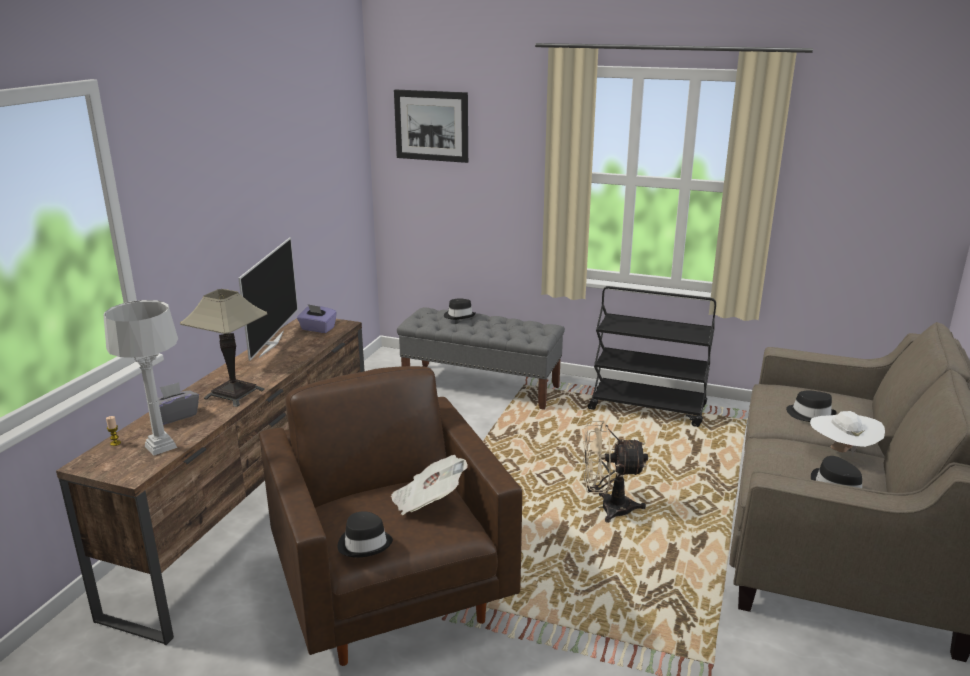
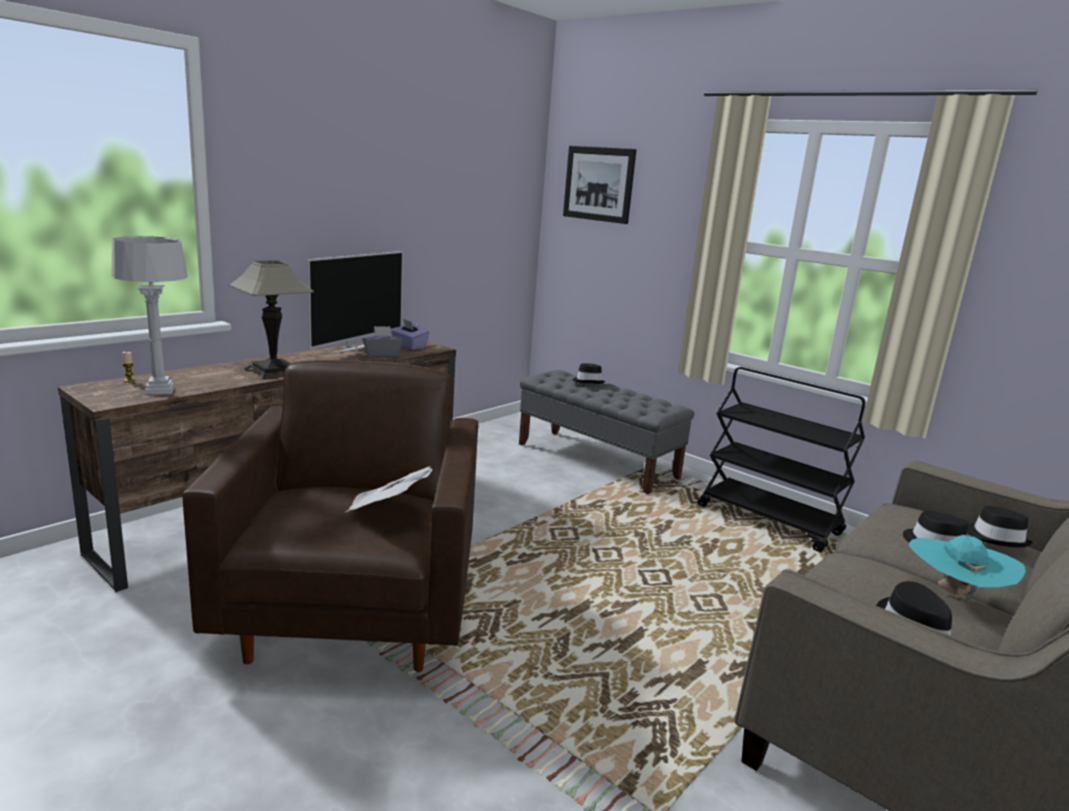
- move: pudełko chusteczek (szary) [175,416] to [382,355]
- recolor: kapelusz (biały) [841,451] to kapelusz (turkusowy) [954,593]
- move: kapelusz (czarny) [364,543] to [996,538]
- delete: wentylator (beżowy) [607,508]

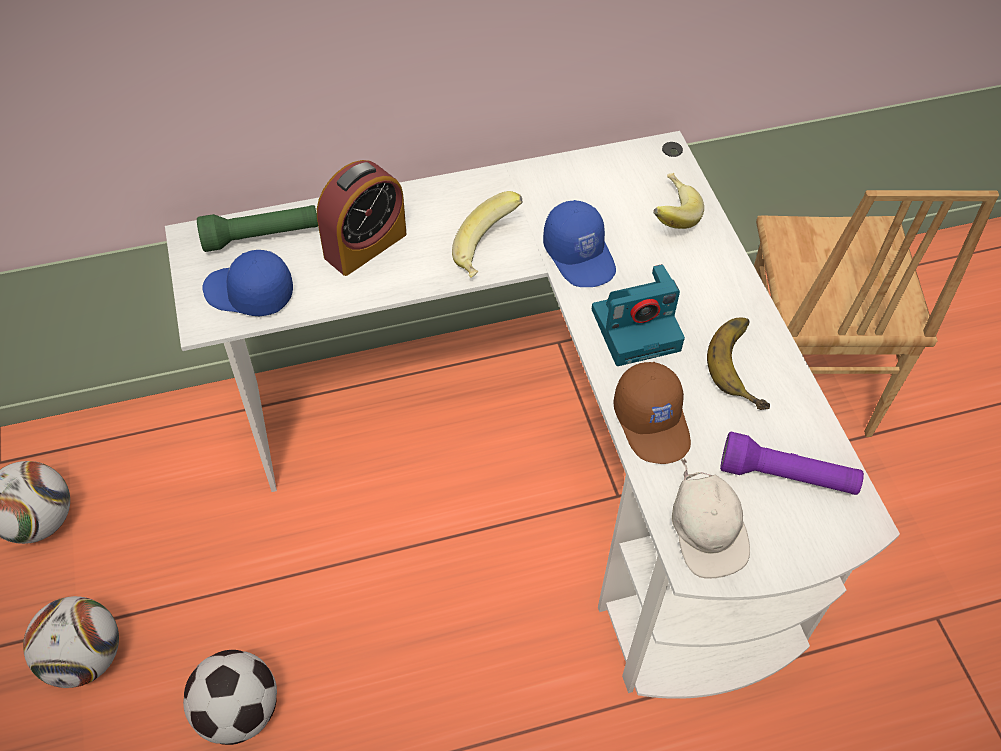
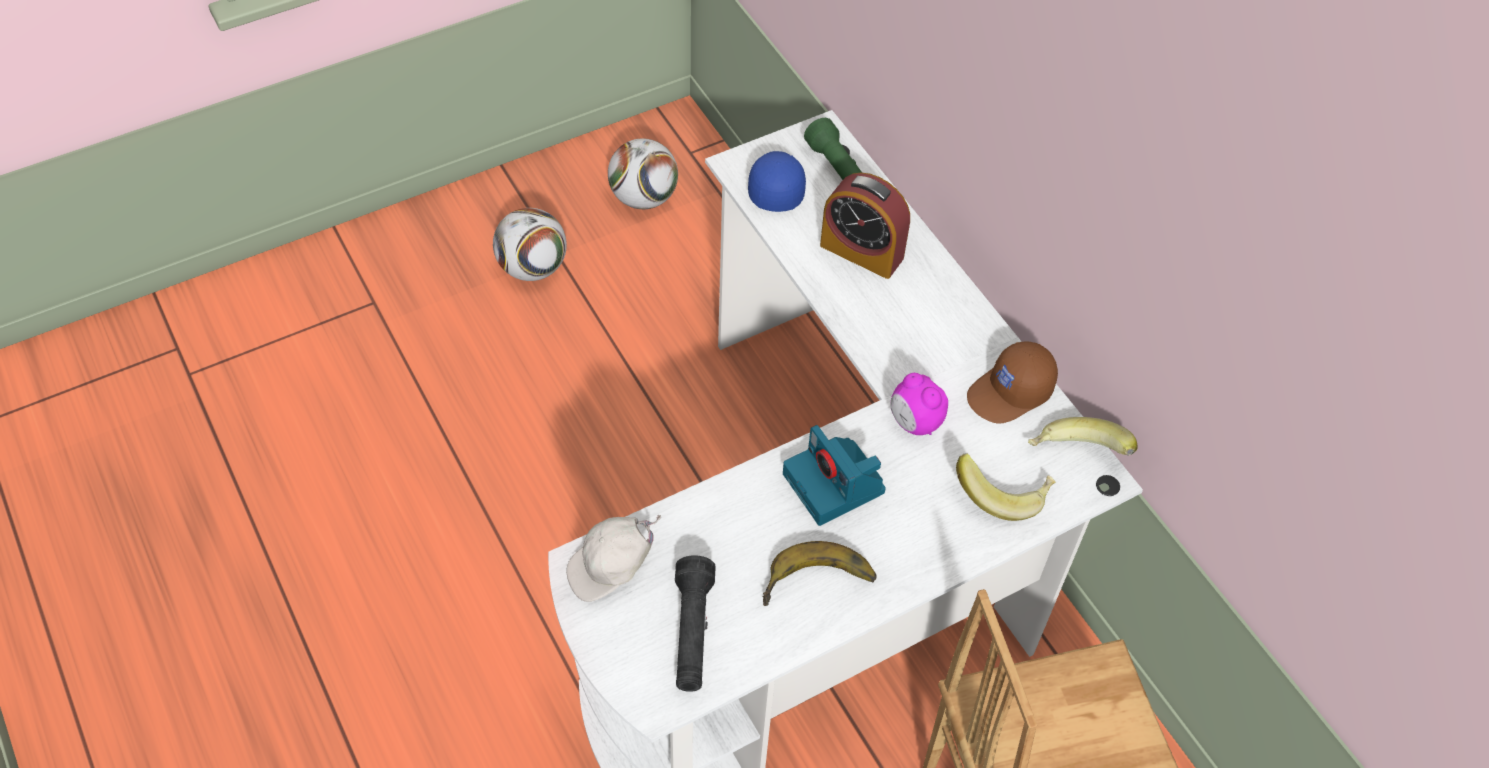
- recolor: latarka (fioletowy) [787,477] to latarka (czarny) [692,633]
- replace: czapka z daszkiem (niebieski) [580,255] to budzik [914,422]
- move: czapka z daszkiem (brązowy) [653,422] to [1010,393]
- move: banan [488,252] to [1076,456]
- delete: piłka futbolowa [238,711]

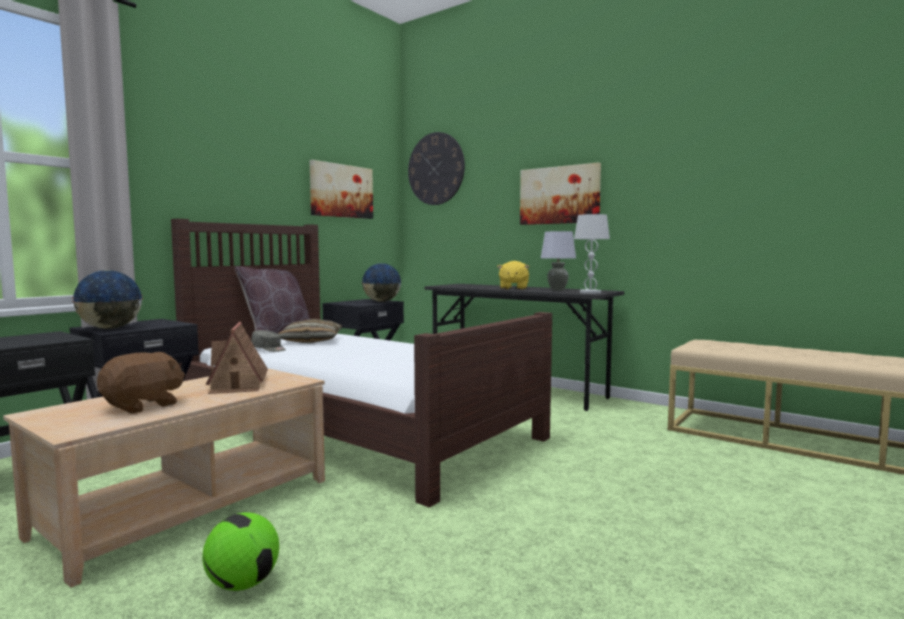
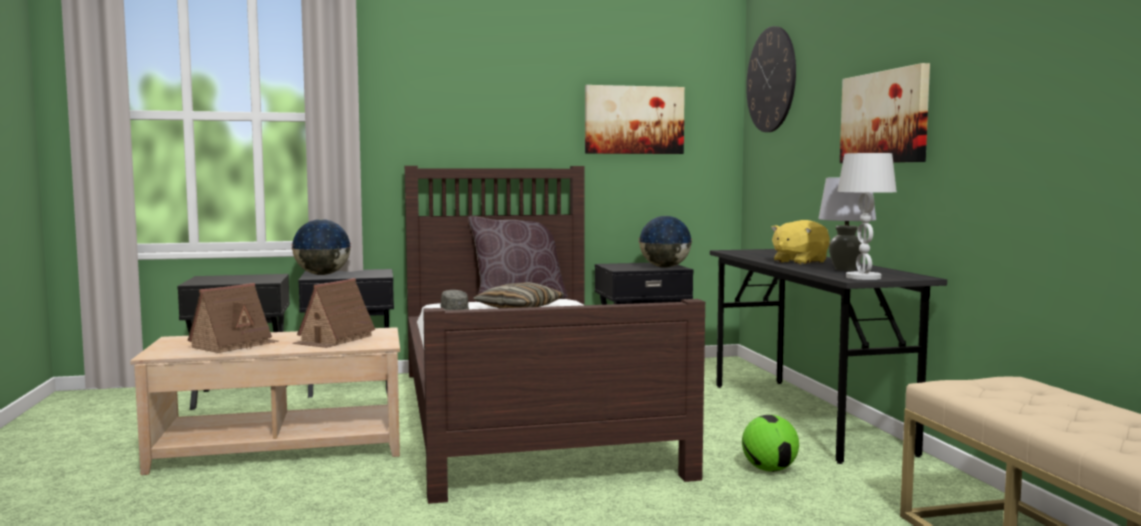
- replace: pluszak (brązowy) [143,406] to domek [234,345]
- move: piłka futbolowa [243,584] to [769,469]

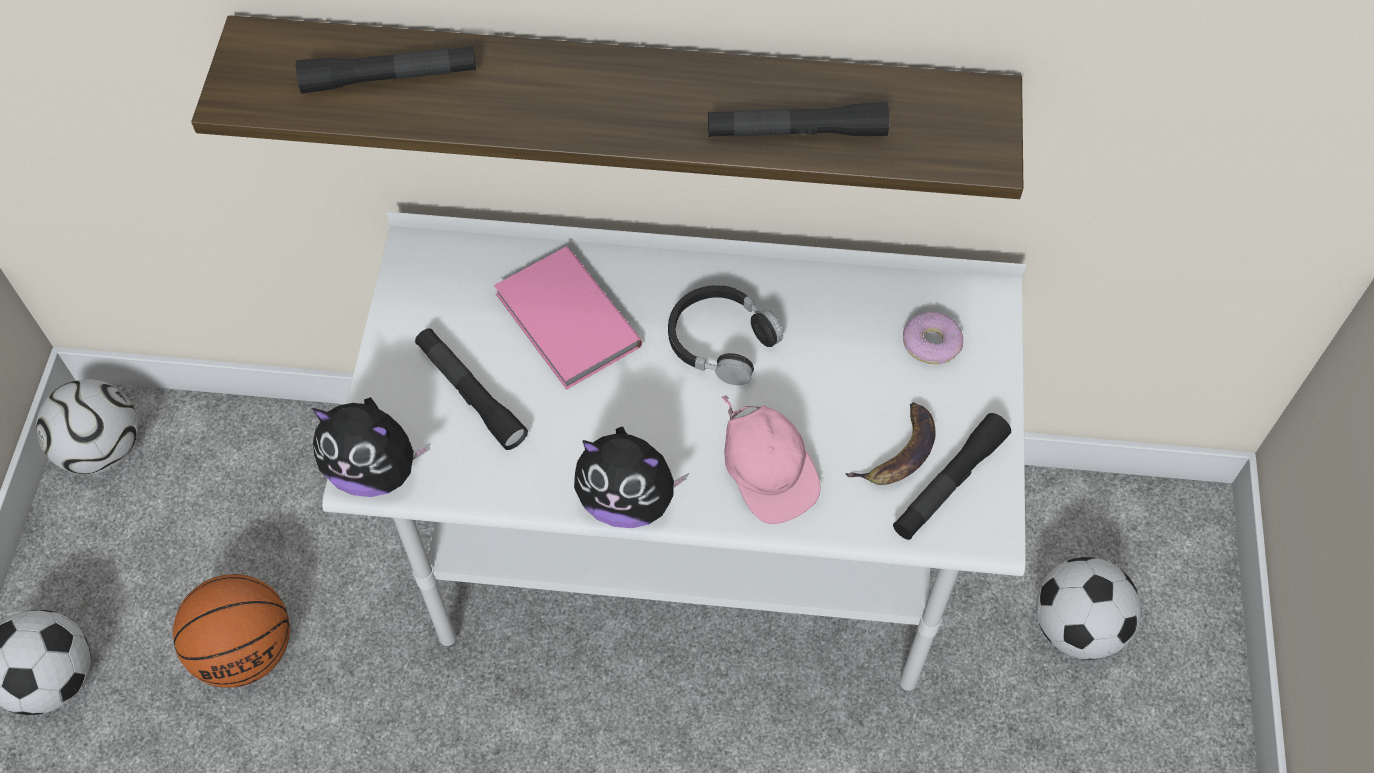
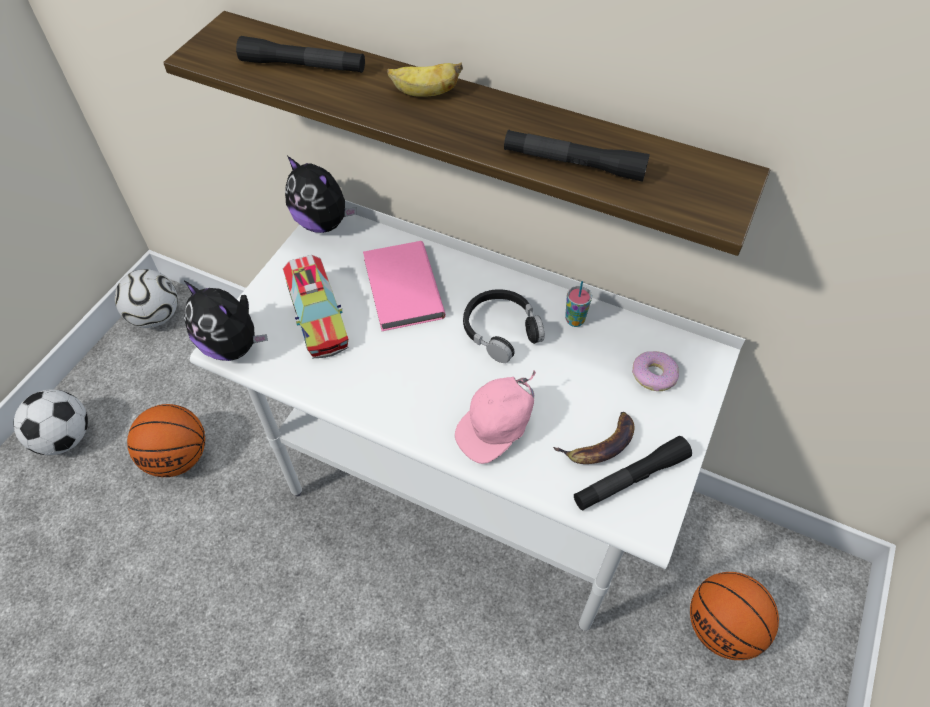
- replace: latarka (czarny) [470,394] to ciężarówka zabawkowa [317,316]
- move: pluszak [627,500] to [323,222]
- insert: banan [424,93]
- rotate: czapka z daszkiem (różowy) [768,473] = [496,429] 60 degrees clockwise
- insert: filiżanka [574,320]
- replace: piłka futbolowa [1077,627] to piłka do koszykówki [722,627]

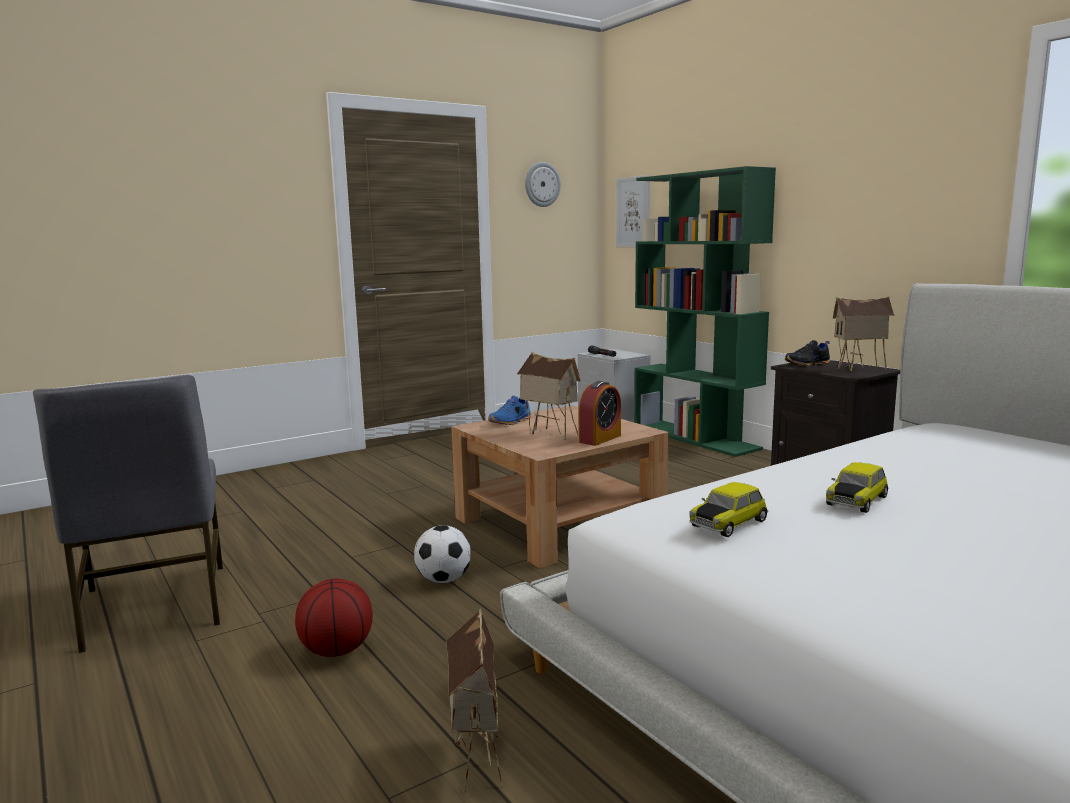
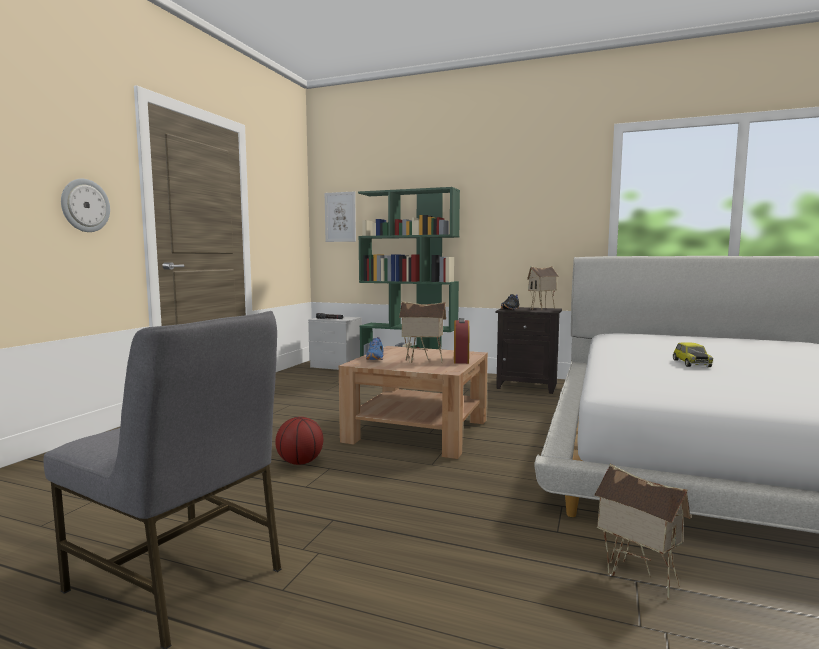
- move: zegar ścienny [542,184] to [85,205]
- move: piłka do koszykówki [337,650] to [300,462]
- delete: piłka futbolowa [443,580]
- delete: samochodzik [728,523]

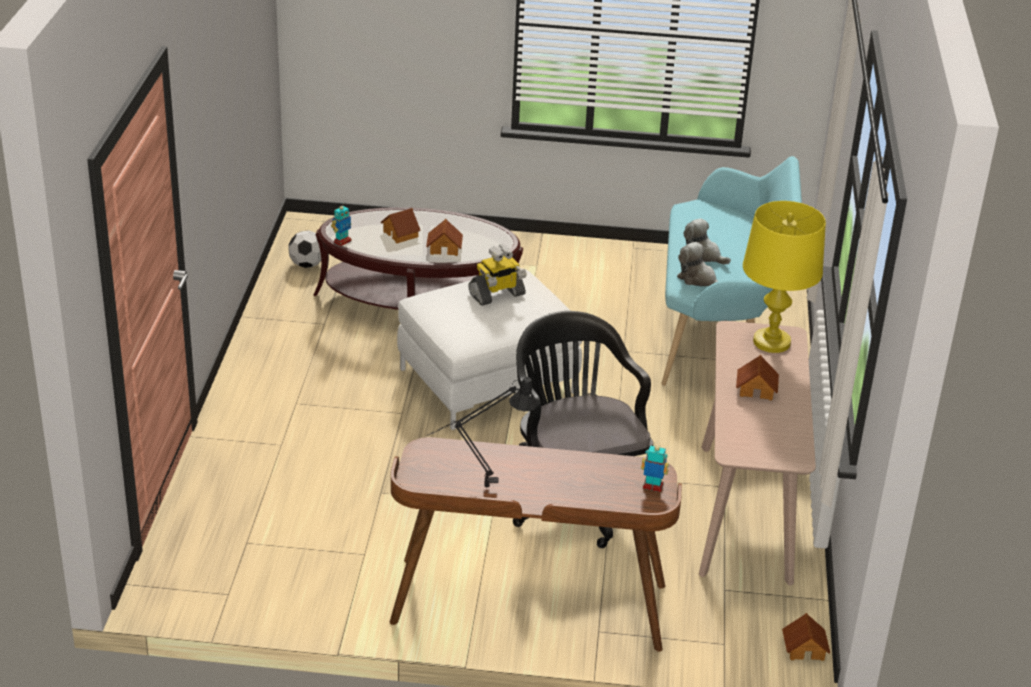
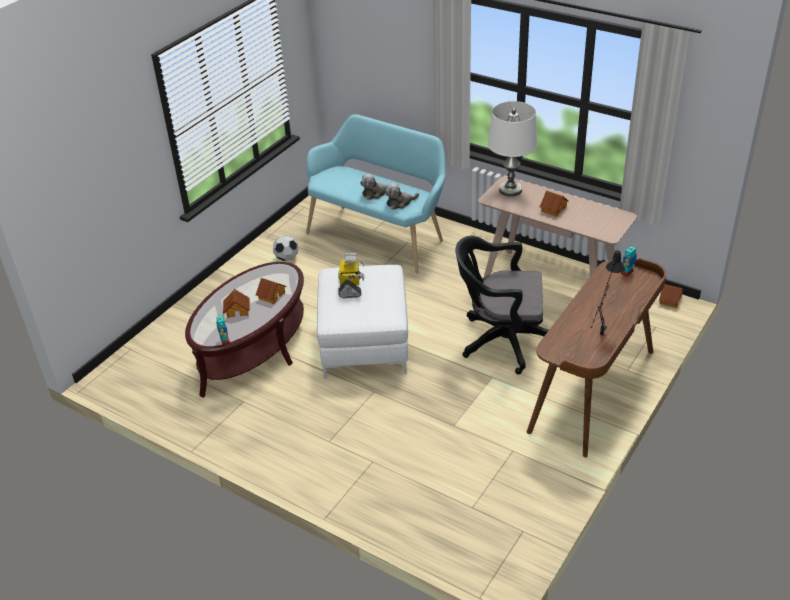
- move: piłka futbolowa [307,264] to [286,258]
- recolor: lampa stołowa (żółty) [771,342] to lampa stołowa (biały) [510,190]

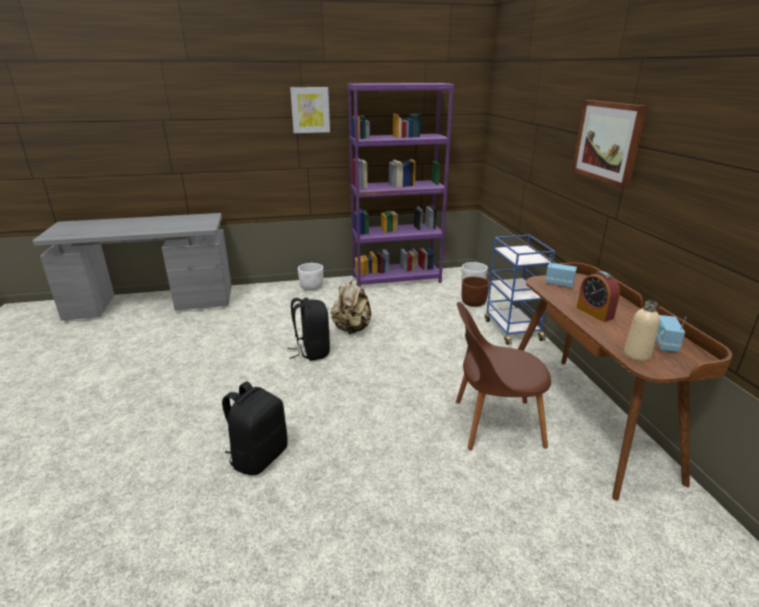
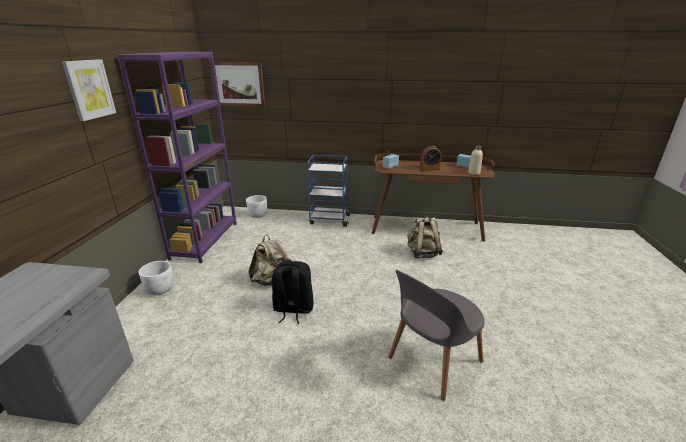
- move: obraz [607,142] to [239,84]
- replace: plecak (czarny) [259,456] to krzesło (szary) [432,361]
- replace: krzesło (brązowy) [493,423] to plecak (beżowy) [422,253]
- delete: donica (brązowy) [473,303]

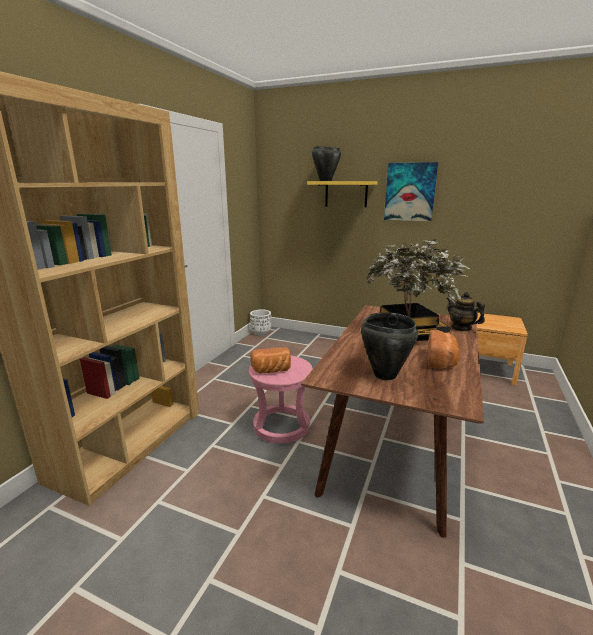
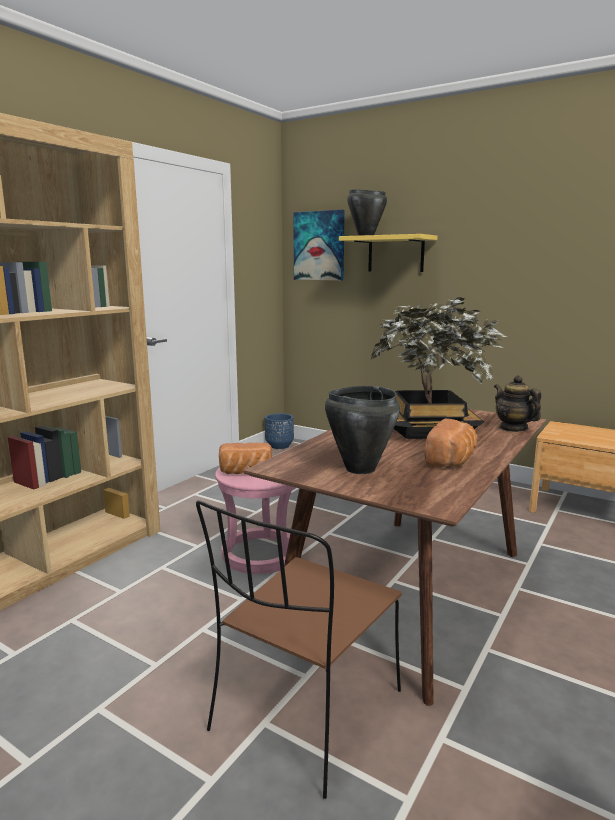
- insert: krzesło (brązowy) [305,713]
- recolor: donica (biały) [261,333] to donica (niebieski) [279,446]
- move: obraz [410,192] to [319,246]

